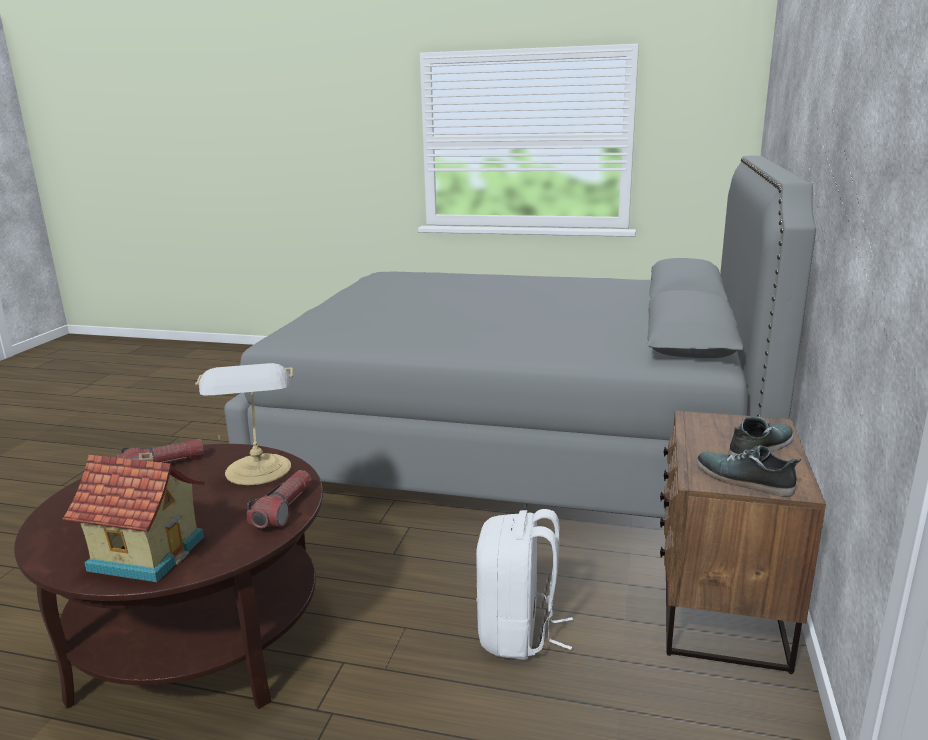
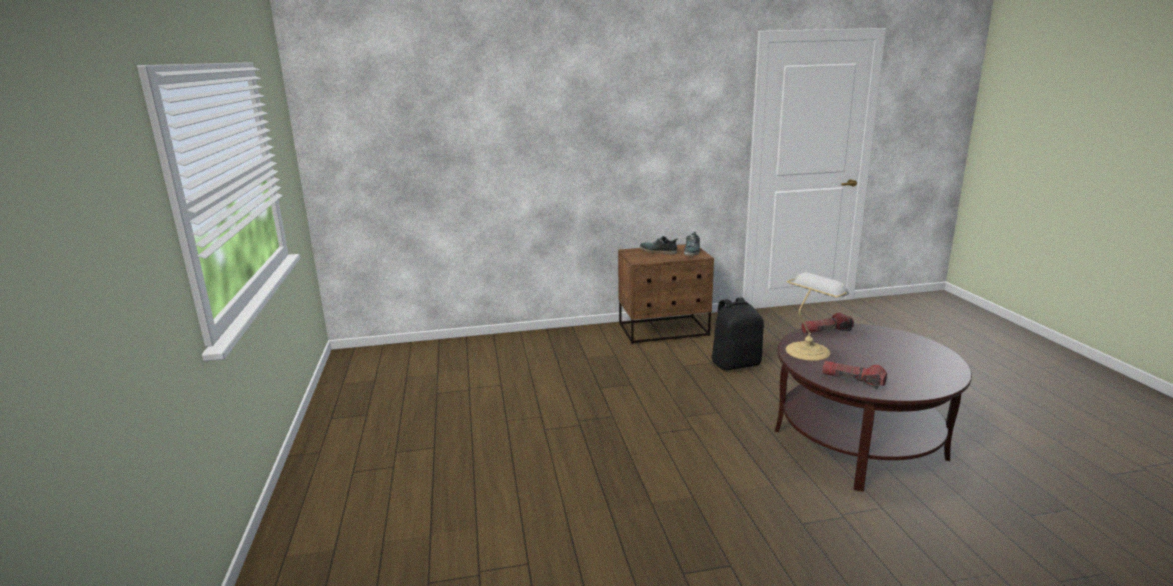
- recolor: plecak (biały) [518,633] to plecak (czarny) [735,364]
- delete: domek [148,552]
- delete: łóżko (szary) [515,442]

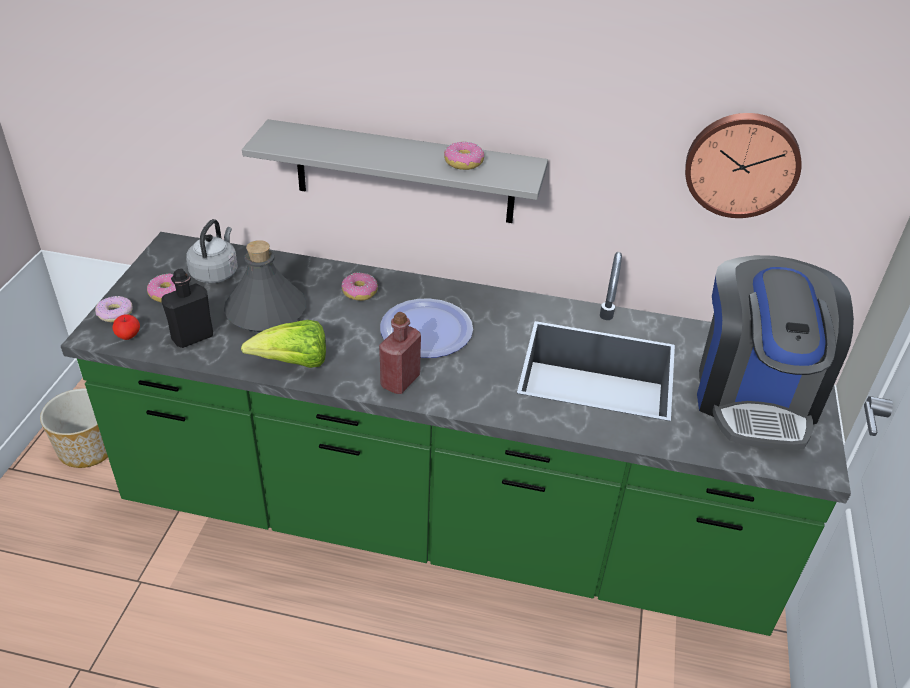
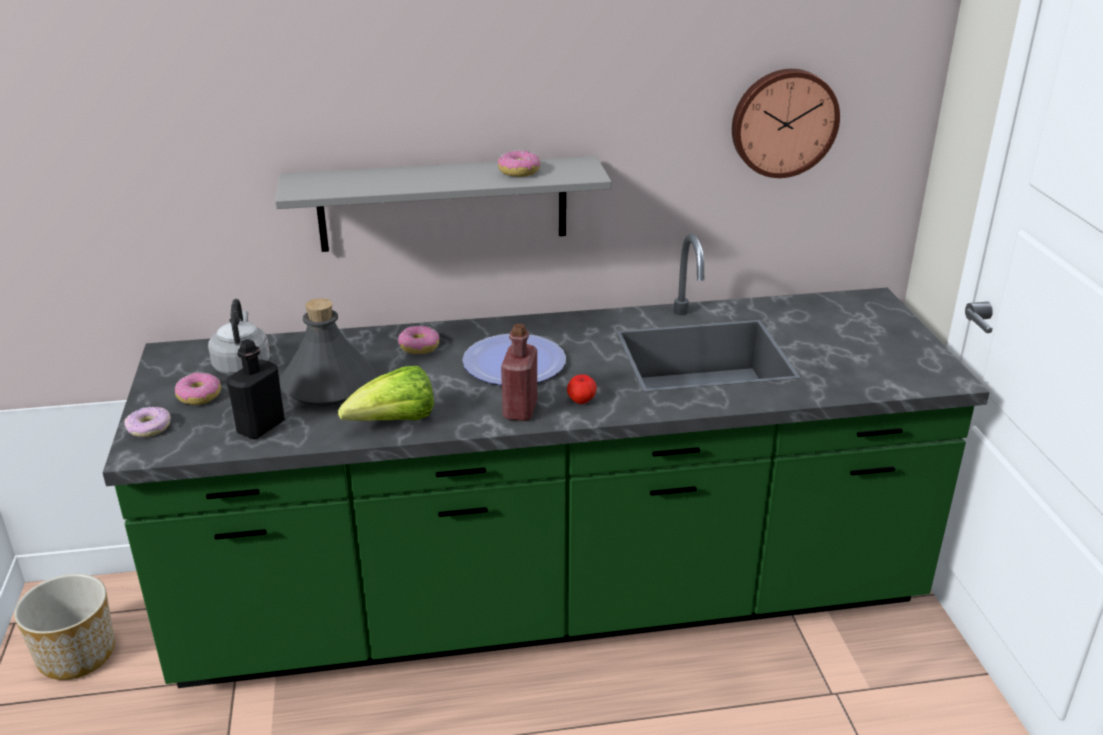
- move: jabłko [128,336] to [581,401]
- delete: ekspres do kawy [753,395]

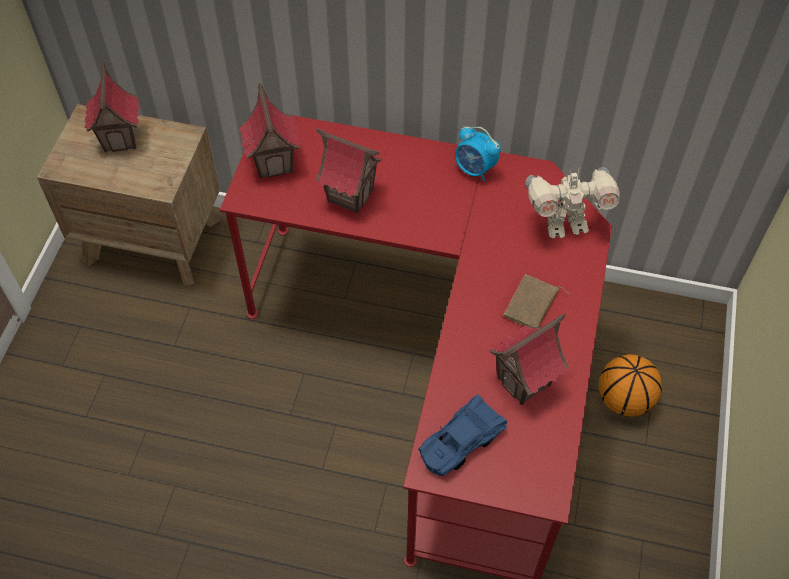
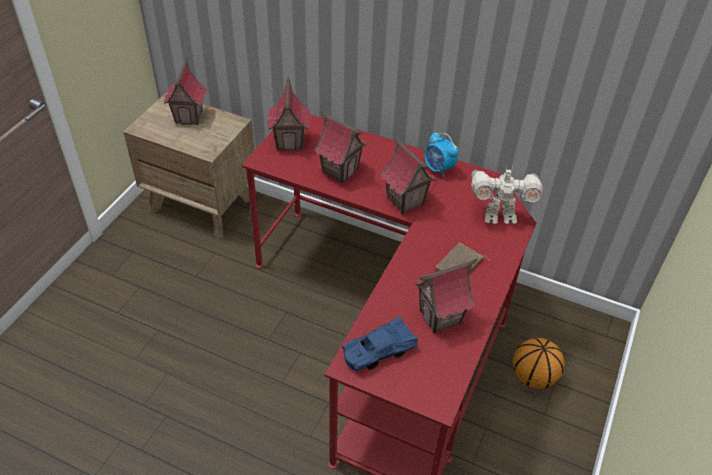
- insert: domek [405,201]

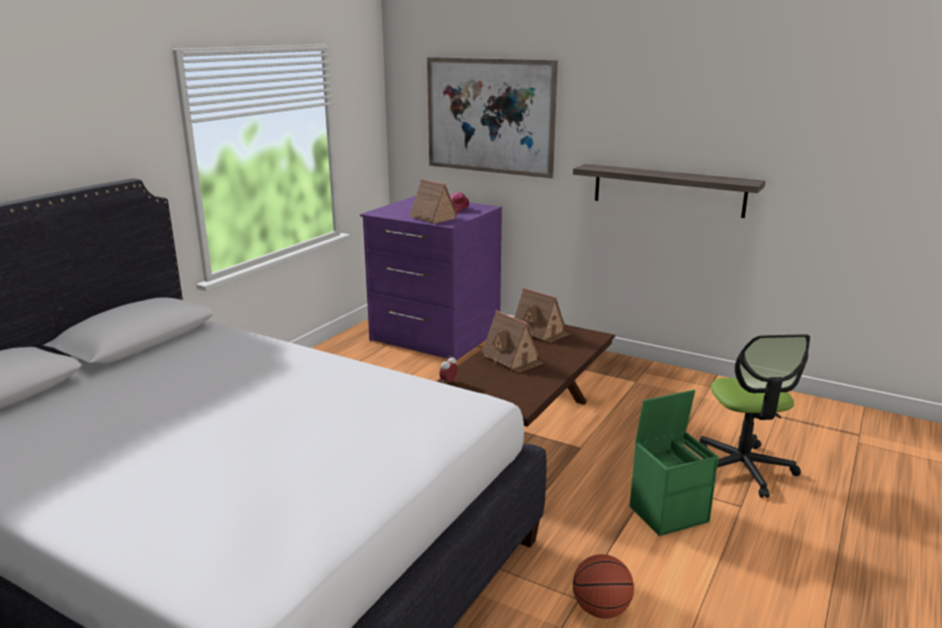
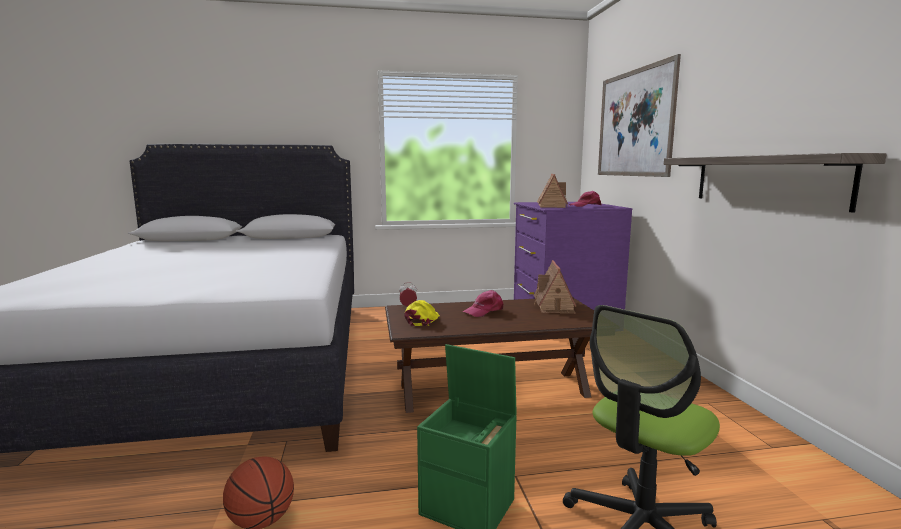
- insert: czapka z daszkiem (żółty) [422,320]
- replace: domek [512,359] to czapka z daszkiem (różowy) [484,311]

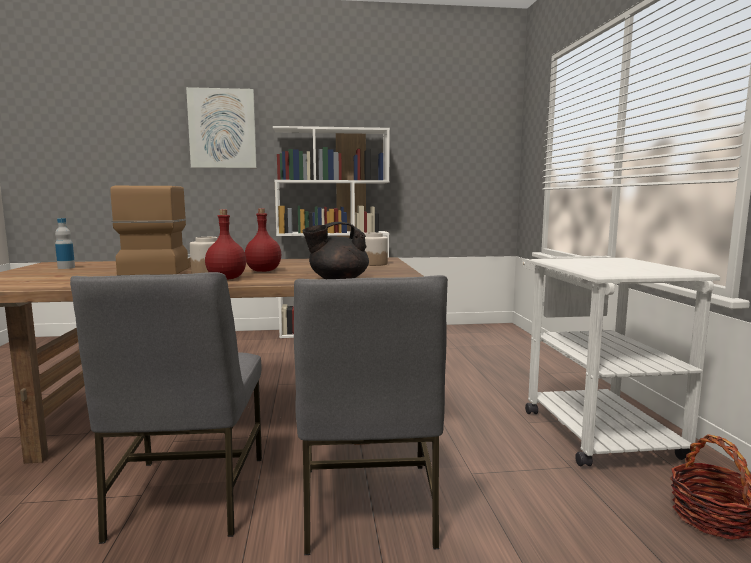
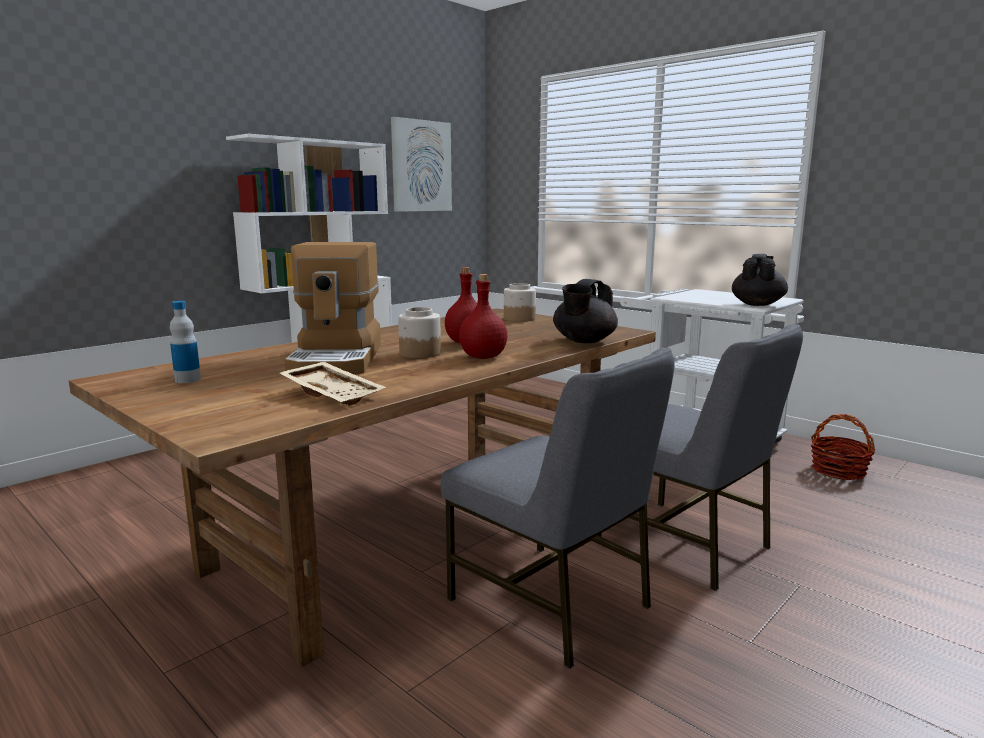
- insert: taca (beżowy) [334,394]
- rotate: ekspres do kawy [159,269] = [338,359] 135 degrees counterclockwise
- move: obraz [222,129] to [421,166]
- insert: imbryk (czarny) [757,304]

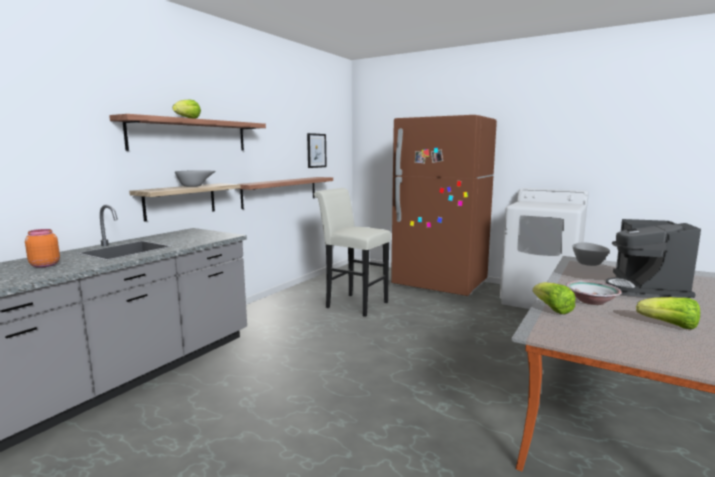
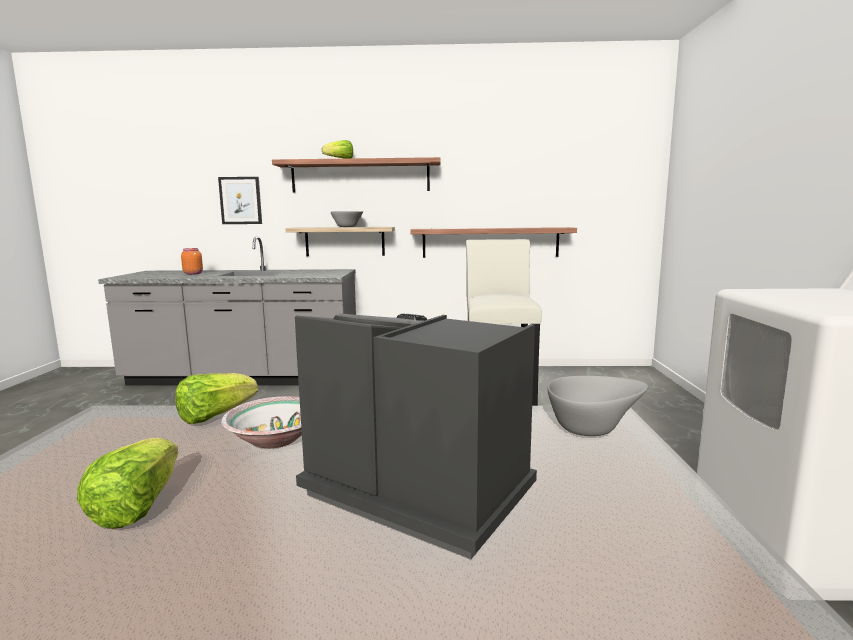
- move: obraz [316,150] to [240,200]
- rotate: ekspres do kawy [646,289] = [416,489] 45 degrees clockwise
- delete: lodówka (brązowy) [440,285]

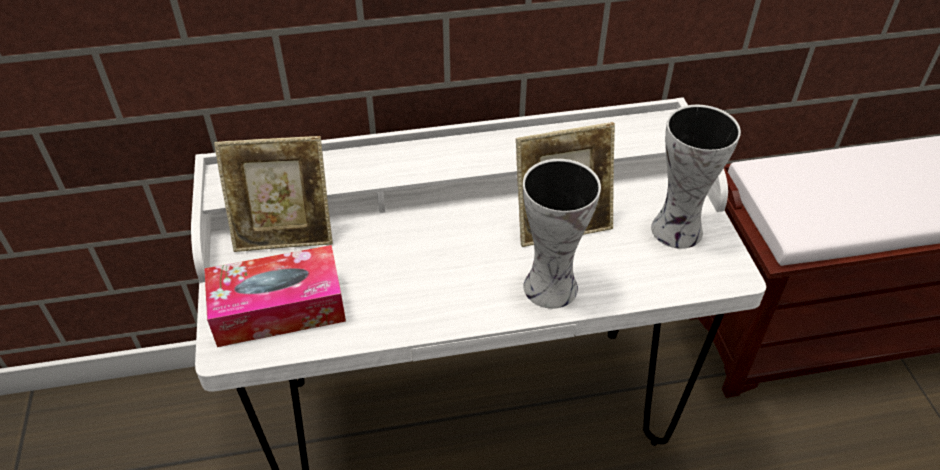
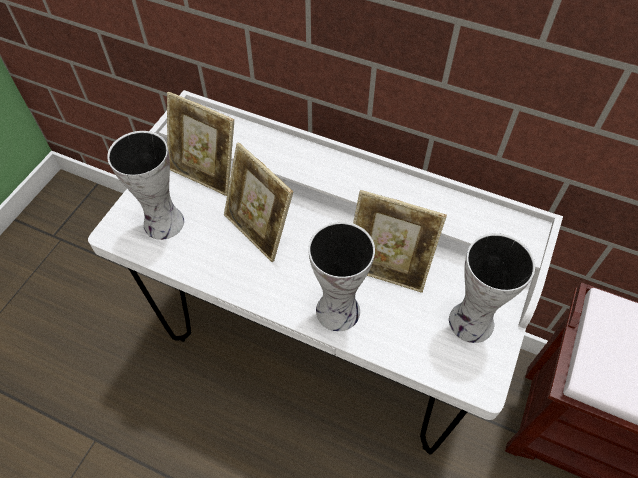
- replace: pudełko chusteczek [279,308] to wazon [162,223]
- insert: ramka na zdjęcie [259,230]

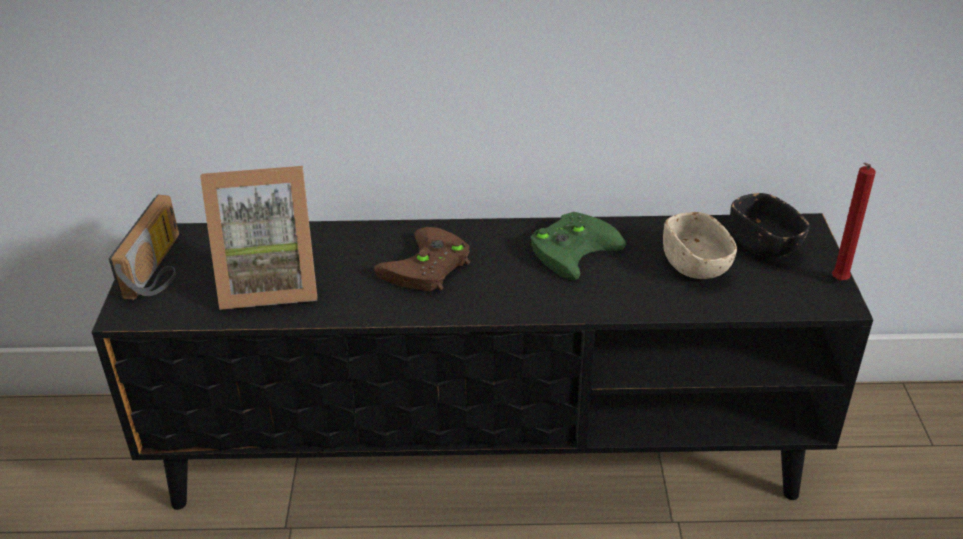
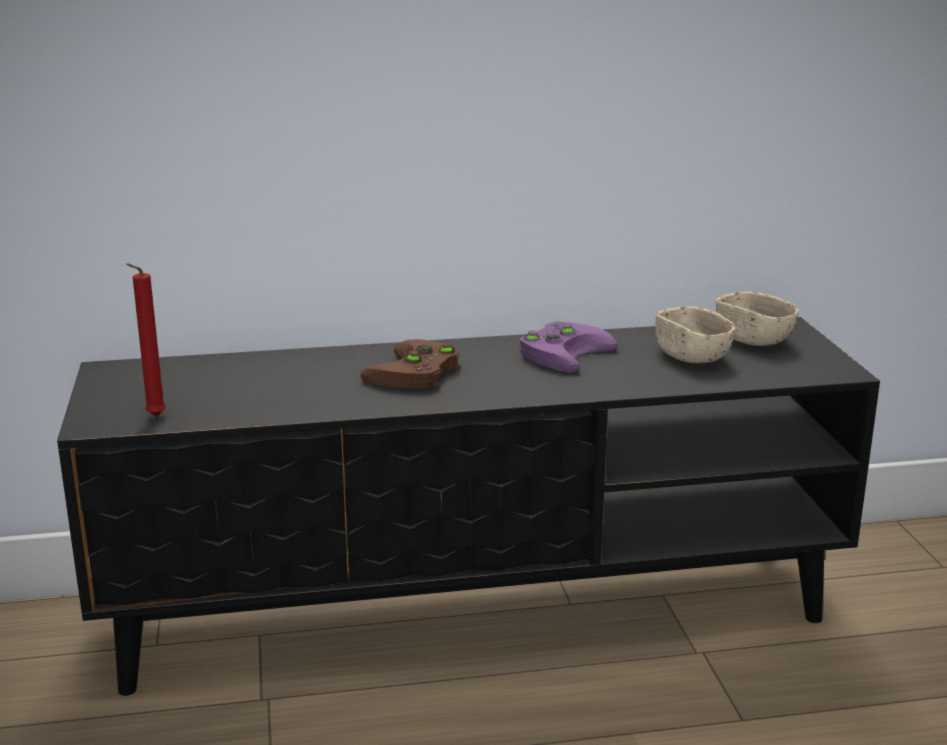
- move: świeca (czerwony) [838,282] to [153,417]
- recolor: pad do gier (zielony) [573,247] to pad do gier (fioletowy) [563,351]
- recolor: miska (czarny) [764,244] to miska (beżowy) [753,339]
- delete: radio [160,269]
- delete: ramka na zdjęcie [269,282]

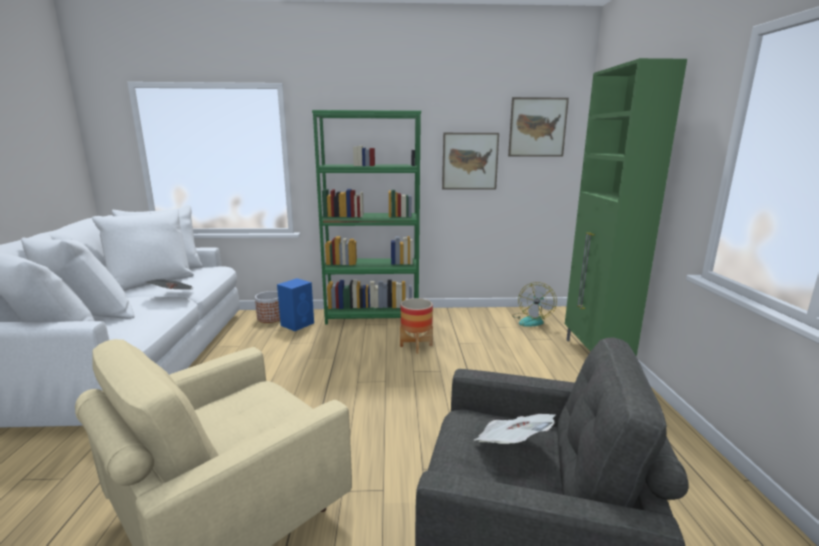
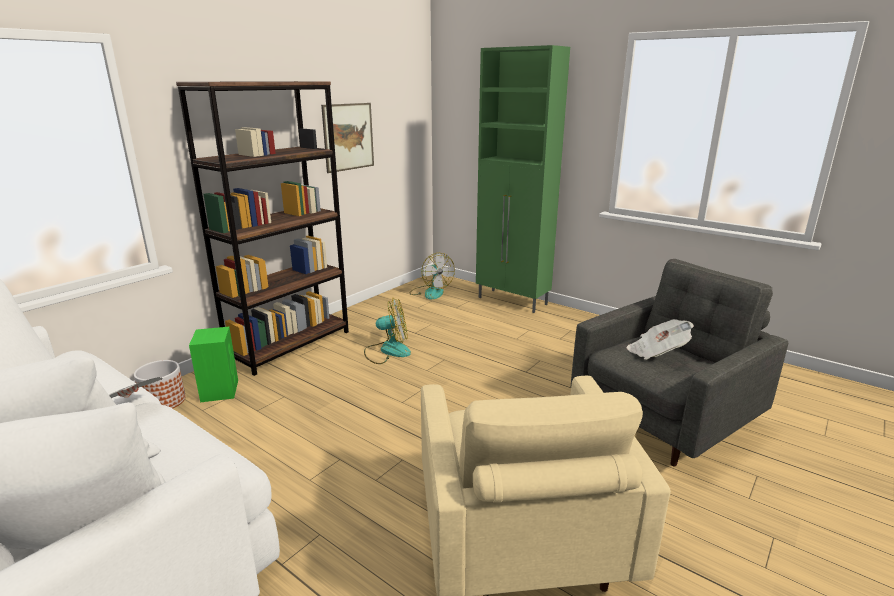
- recolor: regał (zielony) [373,316] to regał (brązowy) [290,345]
- recolor: głośnik (niebieski) [298,324] to głośnik (zielony) [220,390]
- replace: donica [416,346] to wentylator [387,351]
- delete: obraz [537,127]

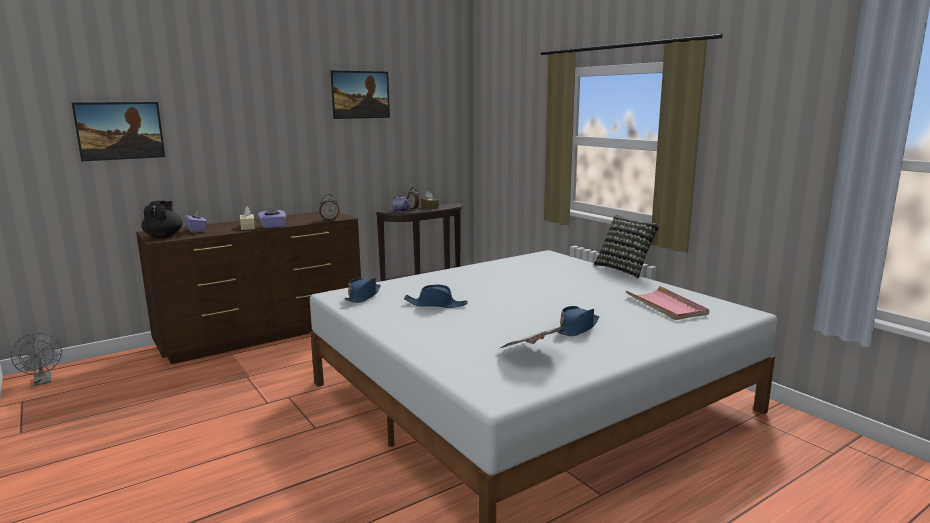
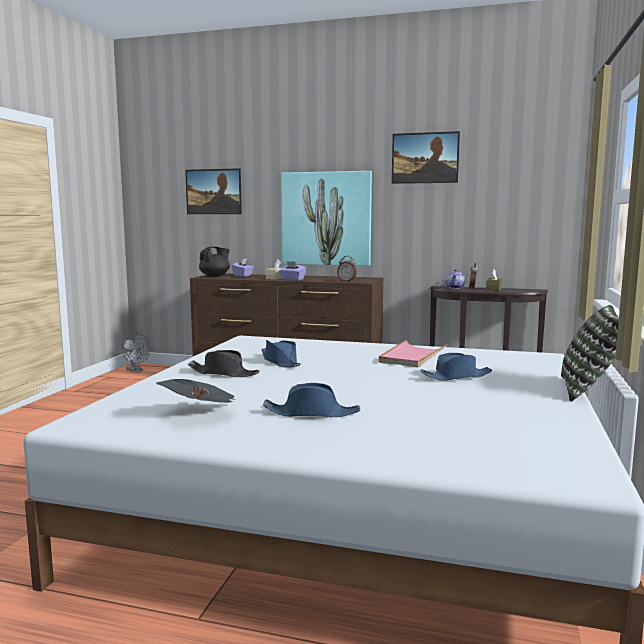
- rotate: wentylator (szary) [43,381] = [136,370] 60 degrees counterclockwise
- insert: kapelusz (czarny) [223,373]
- insert: obraz [326,218]
- move: taca (różowy) [666,306] to [412,357]
- move: kapelusz (niebieski) [363,296] to [456,377]

